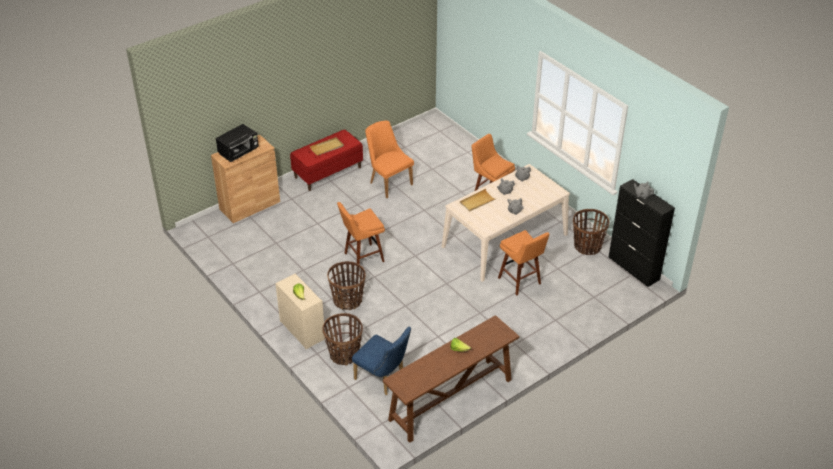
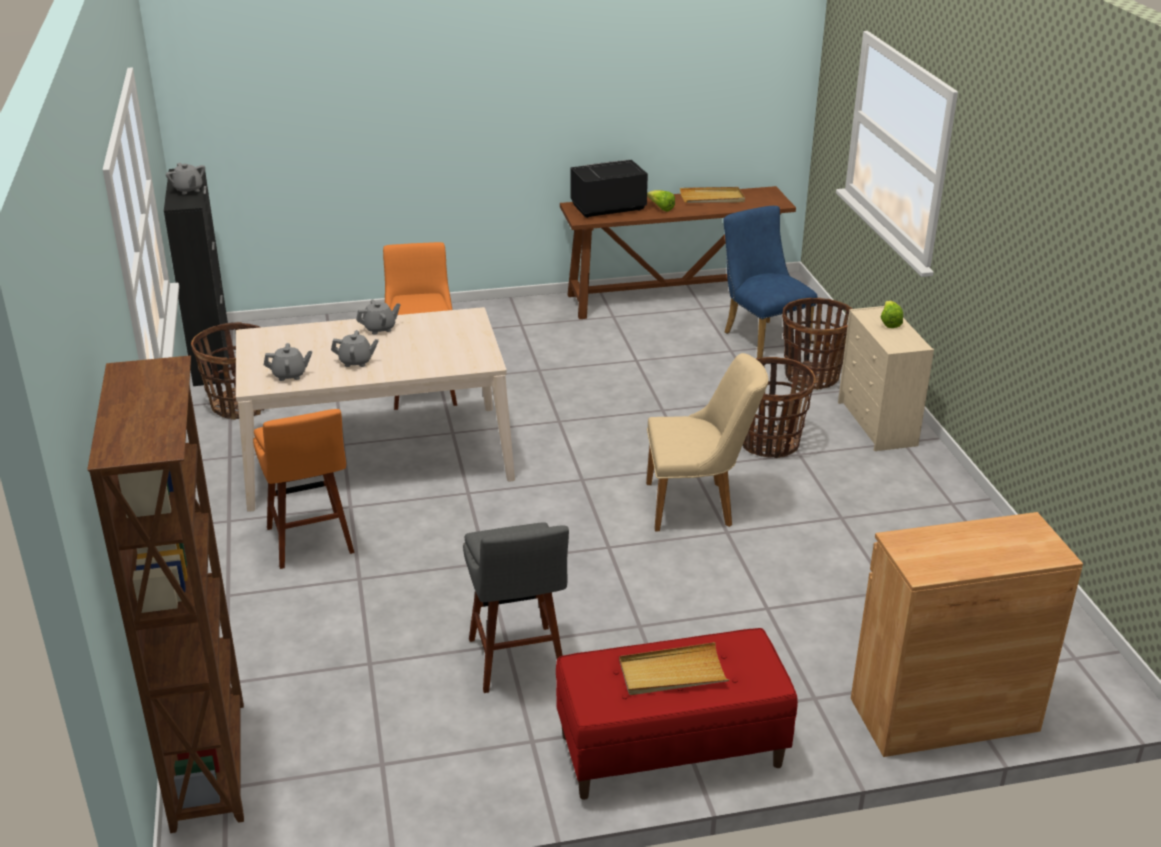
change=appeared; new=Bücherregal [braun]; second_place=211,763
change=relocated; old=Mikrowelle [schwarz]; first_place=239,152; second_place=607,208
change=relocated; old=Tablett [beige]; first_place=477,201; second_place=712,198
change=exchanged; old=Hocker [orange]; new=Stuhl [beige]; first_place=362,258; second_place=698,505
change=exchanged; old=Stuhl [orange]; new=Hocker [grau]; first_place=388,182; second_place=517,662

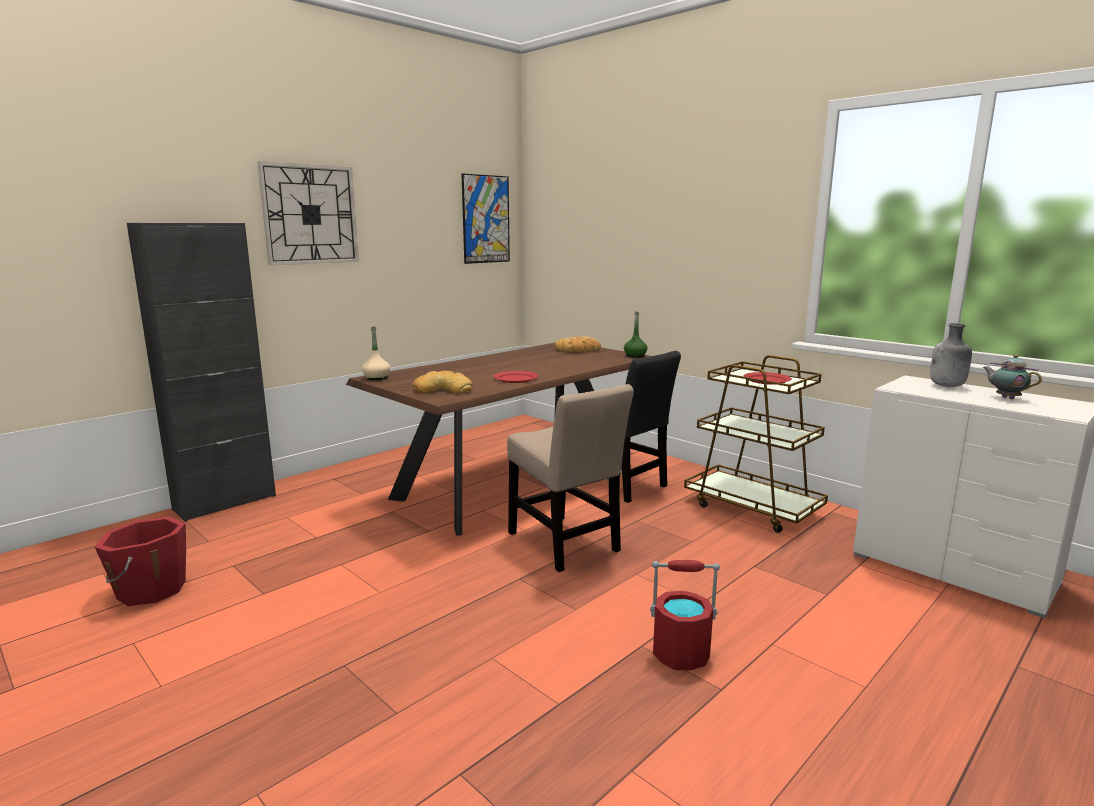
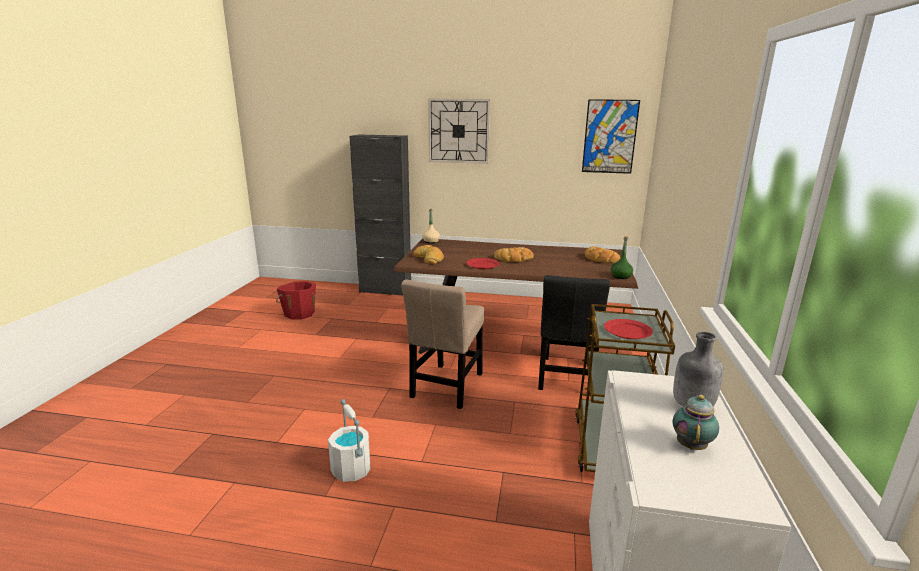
change=appeared; new=Brot; second_place=514,259
change=colour; old=Eimer [rot]; new=Eimer [weiß]; first_place=681,654; second_place=351,469

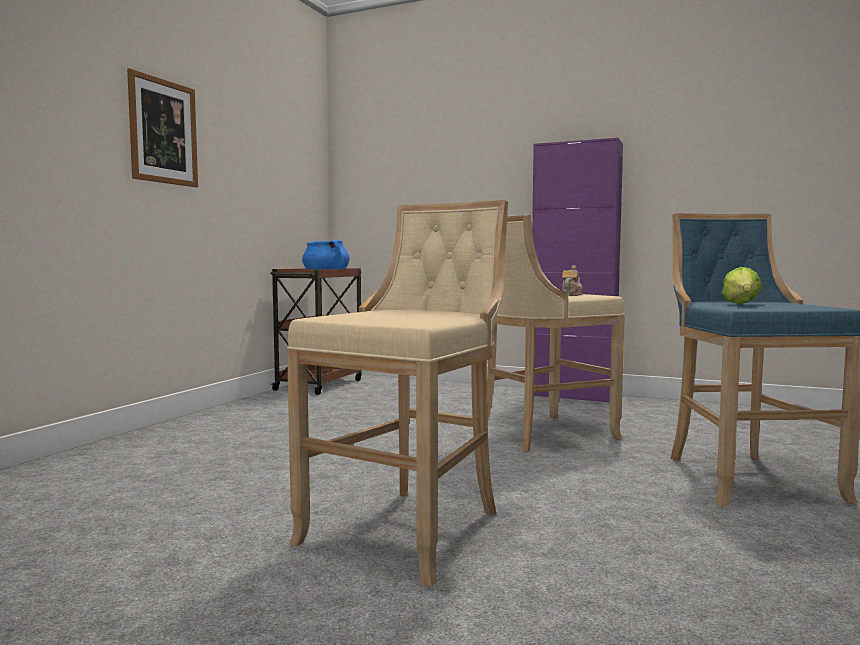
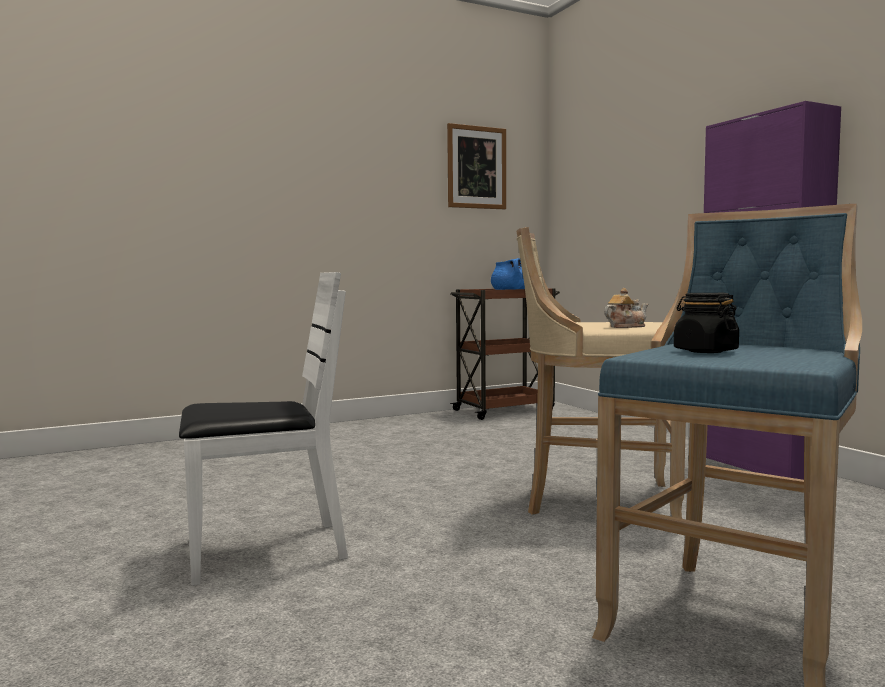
change=relocated; old=Bild; first_place=163,131; second_place=476,167
change=exchanged; old=Hocker [beige]; new=Stuhl [weiß]; first_place=410,528; second_place=265,551
change=exchanged; old=Salatkopf; new=Vorratsglas [schwarz]; first_place=741,304; second_place=705,351

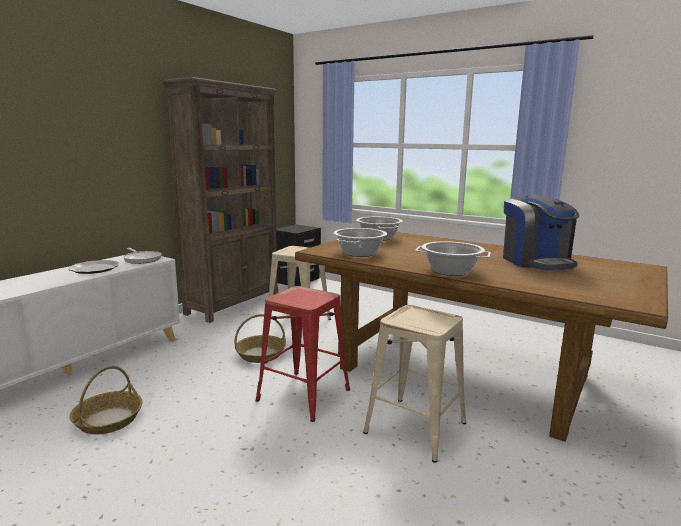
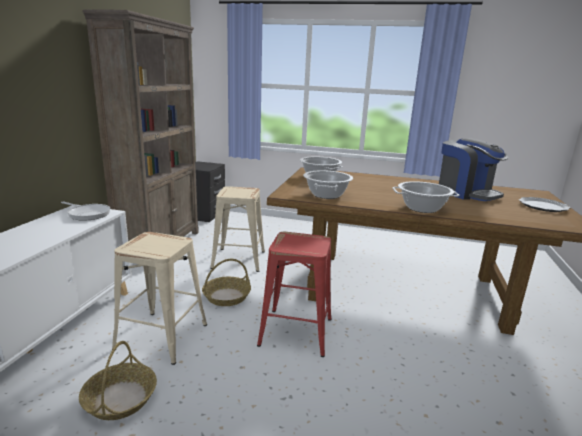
change=relocated; old=Teller; first_place=94,269; second_place=543,206
change=relocated; old=Hocker [beige]; first_place=415,428; second_place=161,337

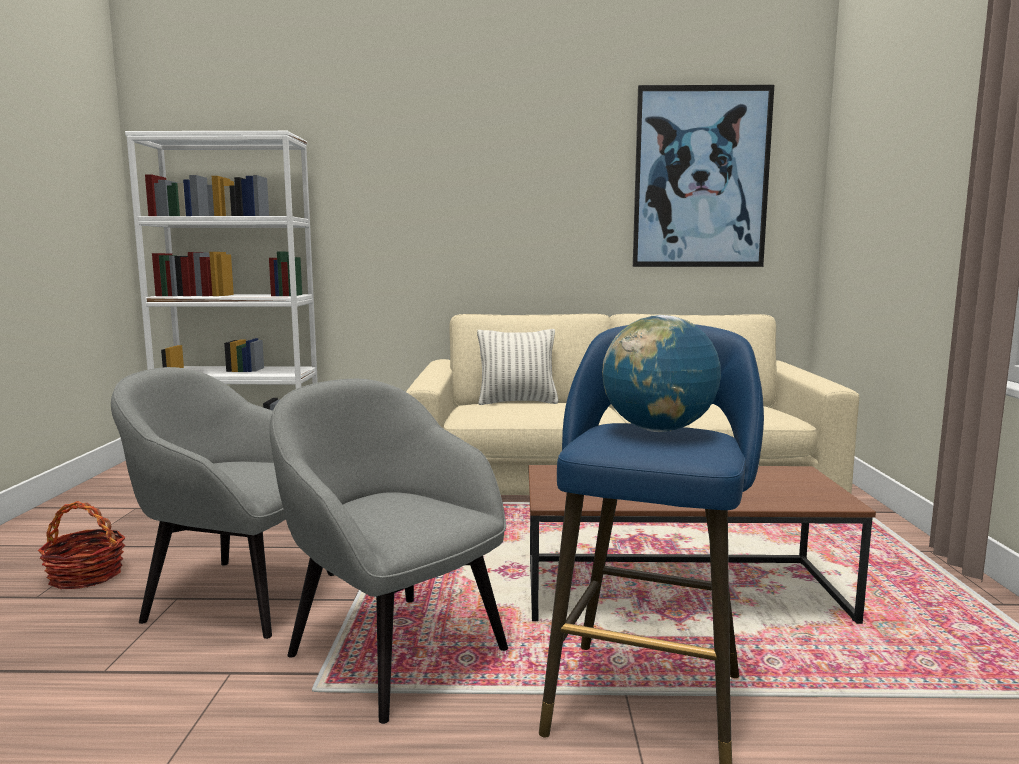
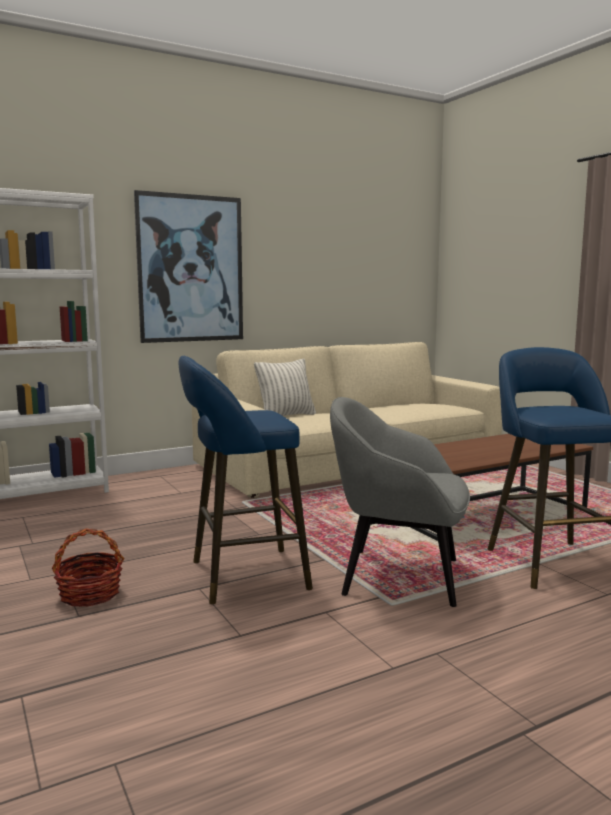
change=missing; old=Globus; first_place=658,430
change=relocated; old=Bild; first_place=701,178; second_place=190,269
change=exchanged; old=Sessel [grau]; new=Hocker [blau]; first_place=238,595; second_place=241,576

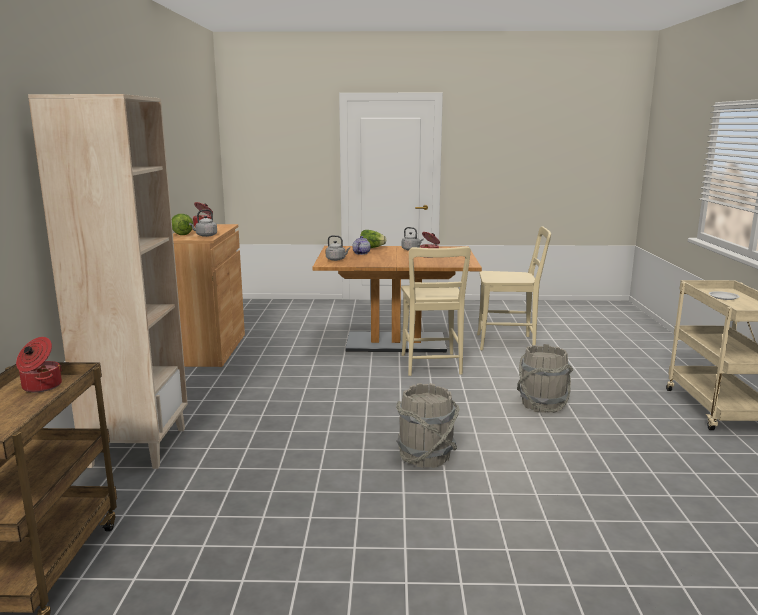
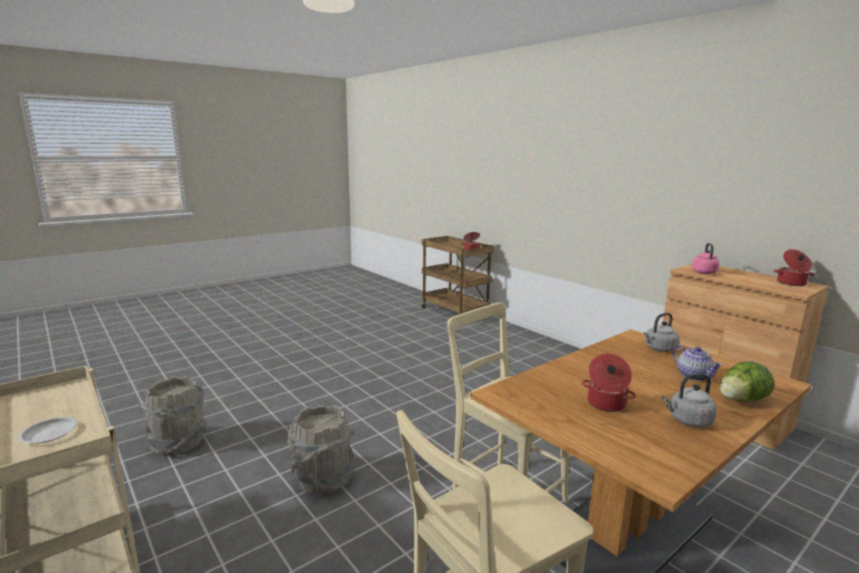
change=missing; old=Bücherregal [beige]; first_place=138,446
change=missing; old=Salatkopf; first_place=181,234
change=relocated; old=Eimer [grau]; first_place=426,456; second_place=179,442
change=colour; old=Wasserkessel [grau]; new=Wasserkessel [rosa]; first_place=205,235; second_place=703,272

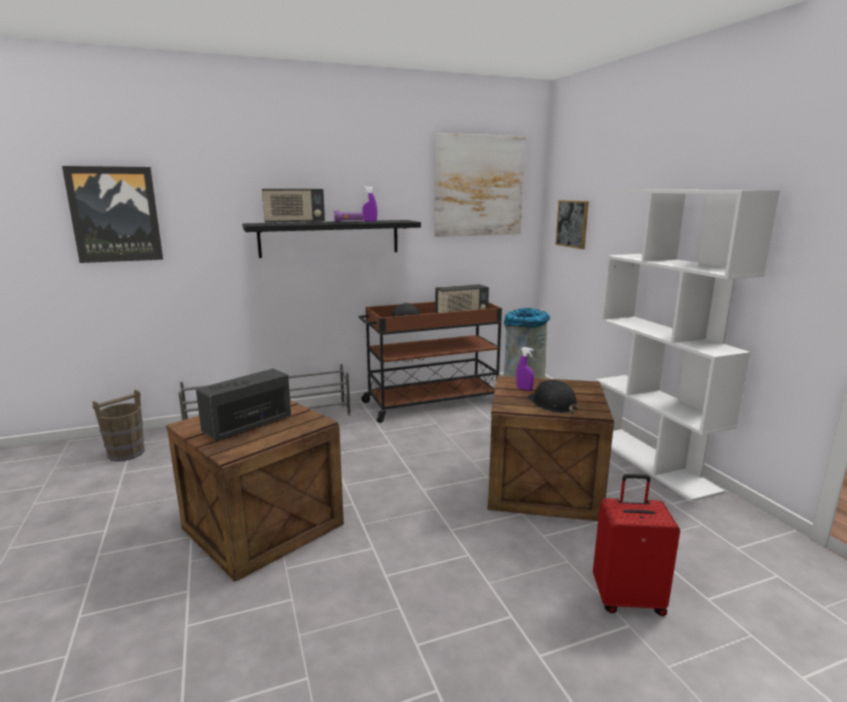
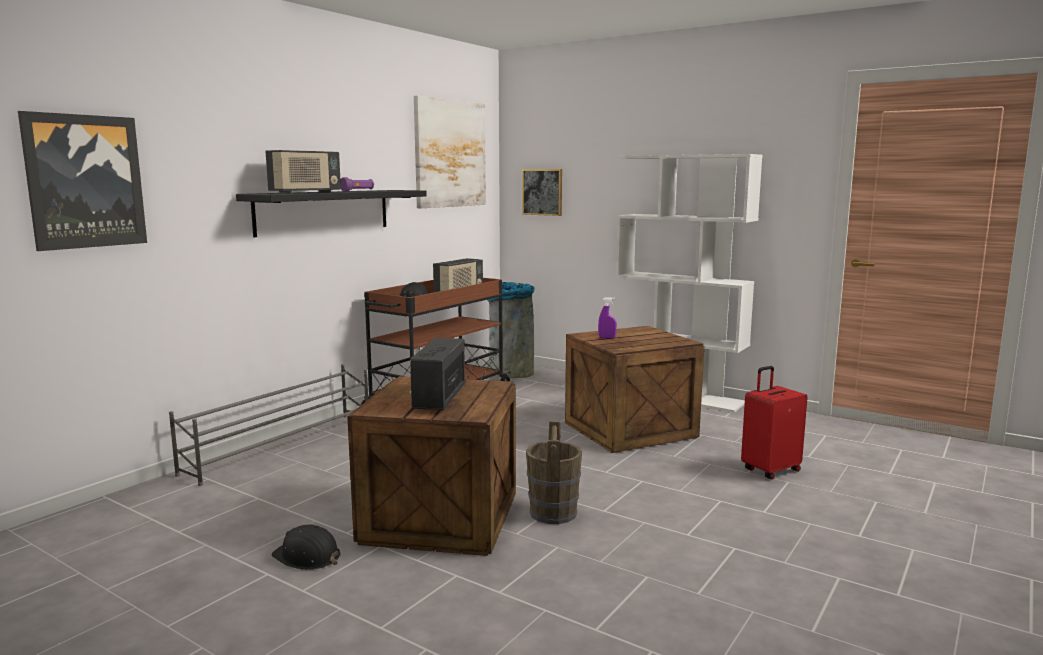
change=missing; old=Sprühflasche [lila]; first_place=370,221
change=relocated; old=Eimer [braun]; first_place=126,453; second_place=553,513
change=relocated; old=Schutzhelm [schwarz]; first_place=552,404; second_place=307,556

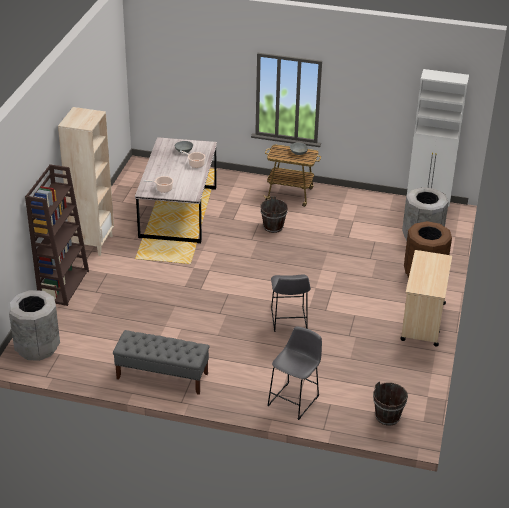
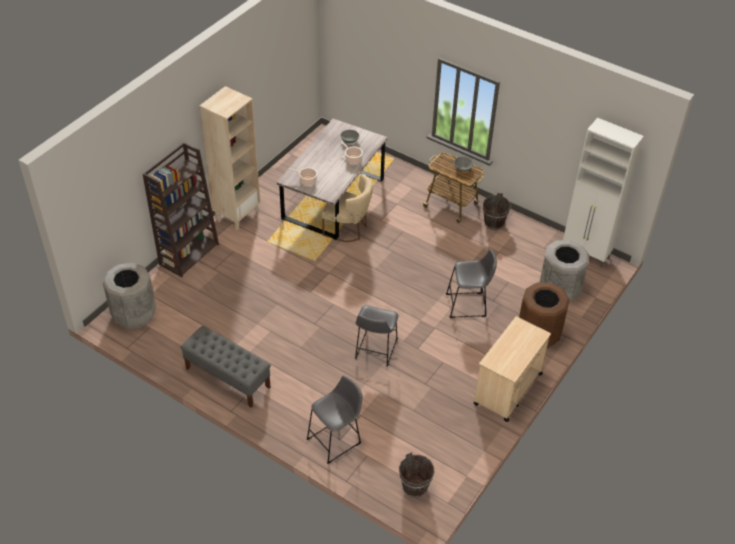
change=appeared; new=Stuhl [beige]; second_place=348,229
change=appeared; new=Hocker [grau]; second_place=468,305
change=relocated; old=Eimer [braun]; first_place=273,227; second_place=494,223

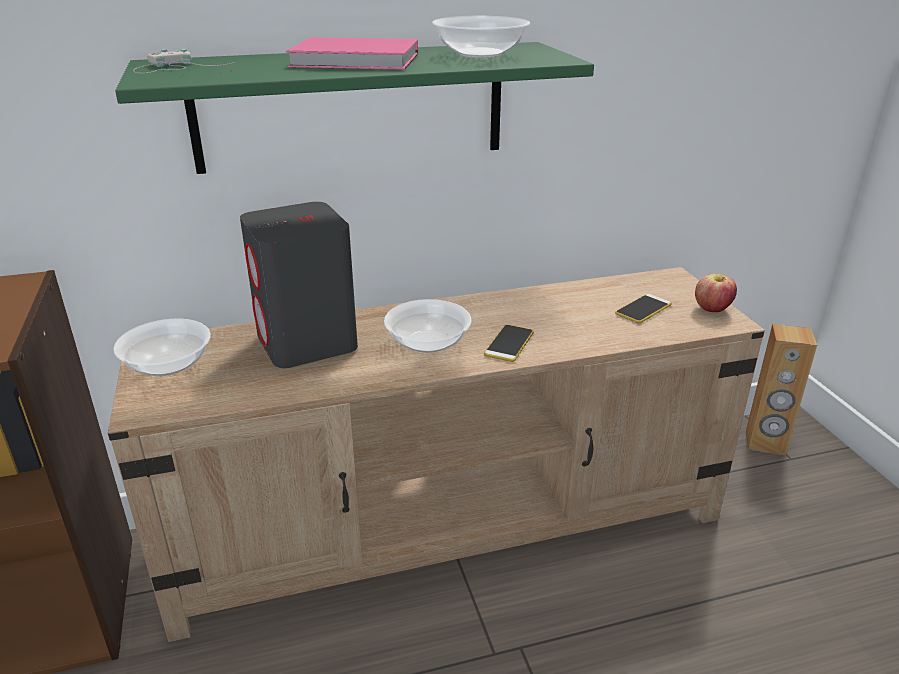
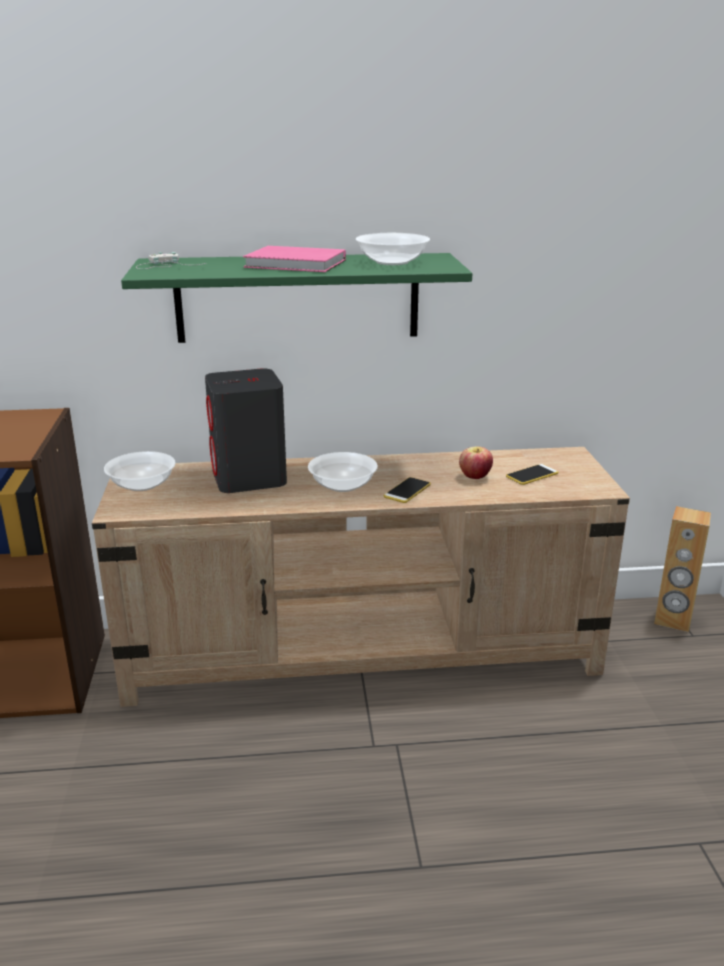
change=relocated; old=Apfel; first_place=712,309; second_place=475,477

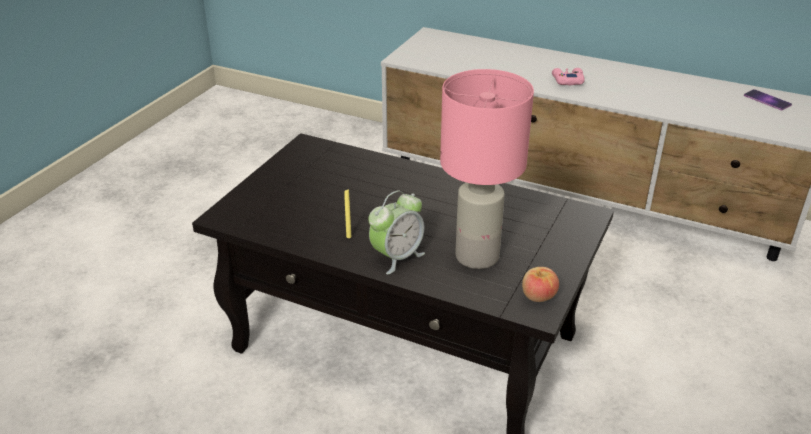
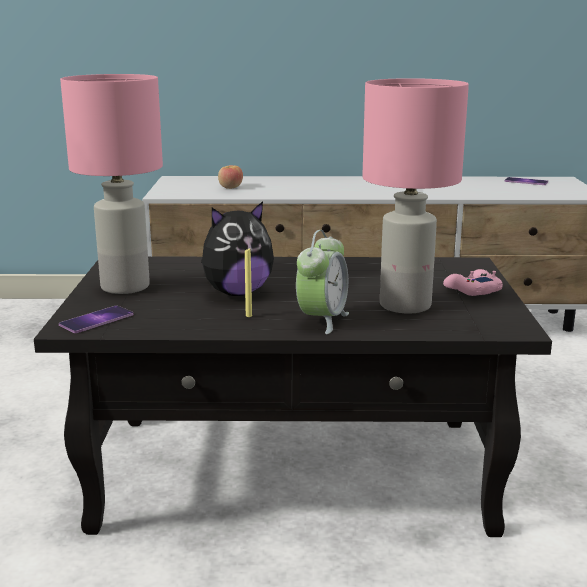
change=appeared; new=Handy; second_place=96,319
change=appeared; new=Tischlampe [rosa]; second_place=124,287
change=appeared; new=Plüschtier; second_place=237,292
change=relocated; old=Apfel; first_place=538,297; second_place=230,187
change=relocated; old=Gamepad [rosa]; first_place=567,80; second_place=472,290

